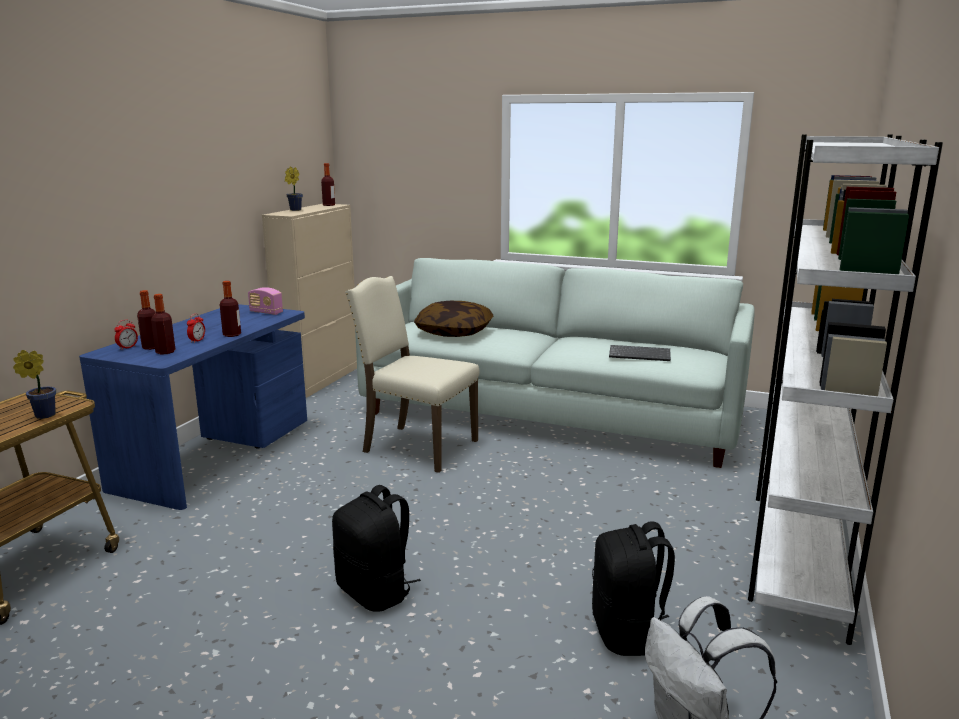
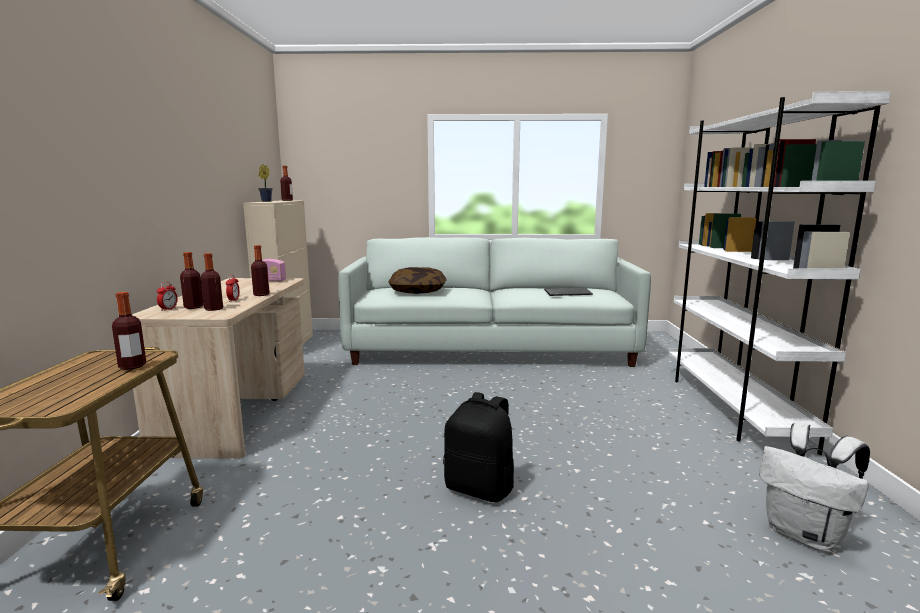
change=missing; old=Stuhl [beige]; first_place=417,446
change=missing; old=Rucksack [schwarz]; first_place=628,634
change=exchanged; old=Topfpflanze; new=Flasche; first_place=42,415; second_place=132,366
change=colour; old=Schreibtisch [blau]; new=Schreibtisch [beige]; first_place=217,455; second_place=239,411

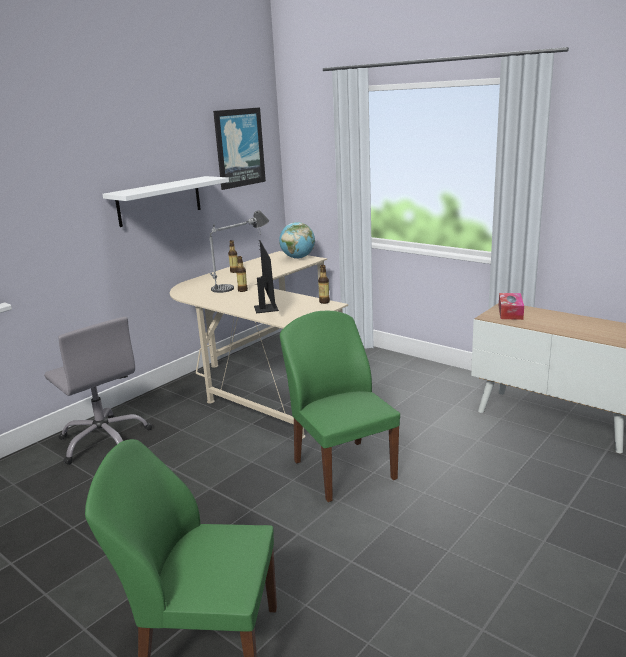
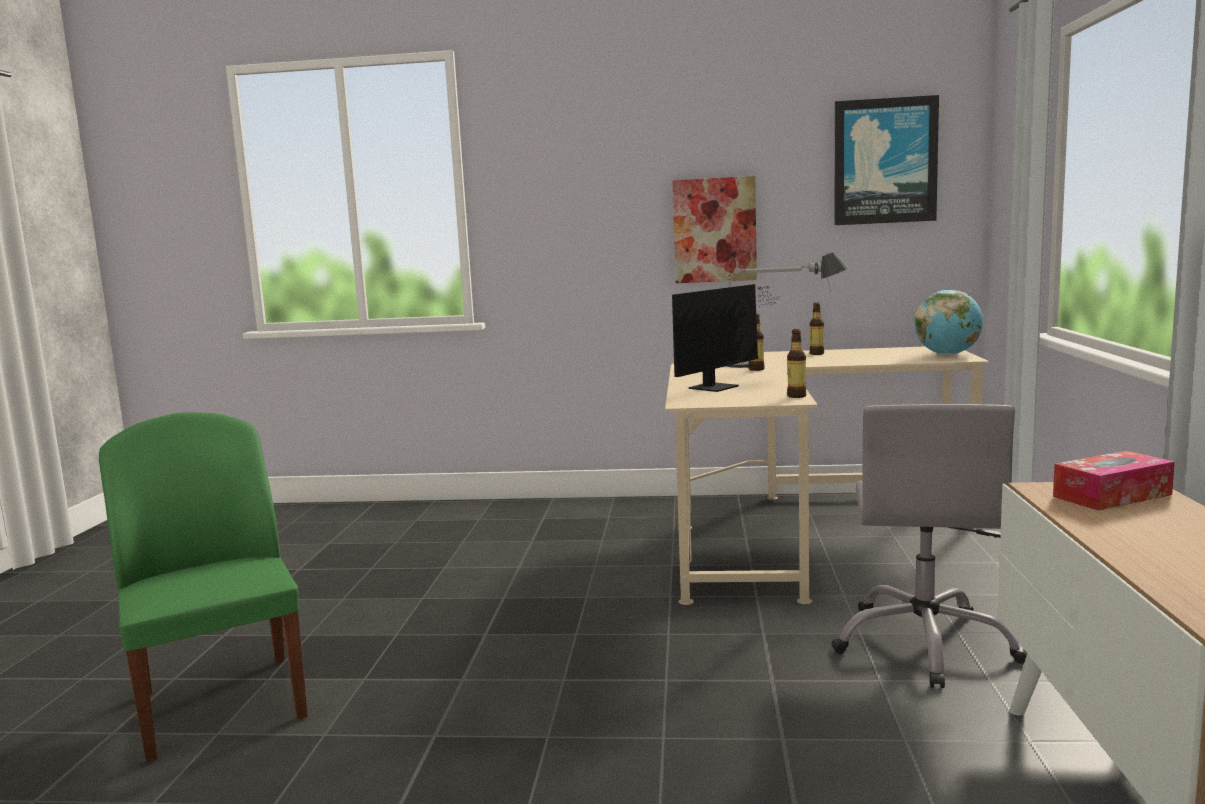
change=missing; old=Stuhl [grün]; first_place=343,468
change=relocated; old=Bürostuhl [grau]; first_place=104,440; second_place=925,644
change=exchanged; old=Wandregal [weiß]; new=Bild; first_place=159,201; second_place=714,230

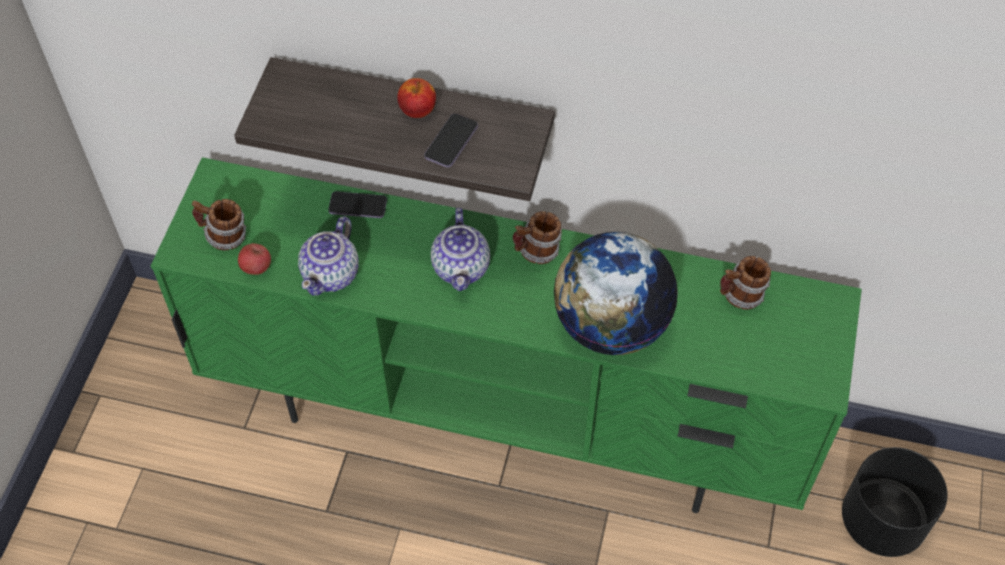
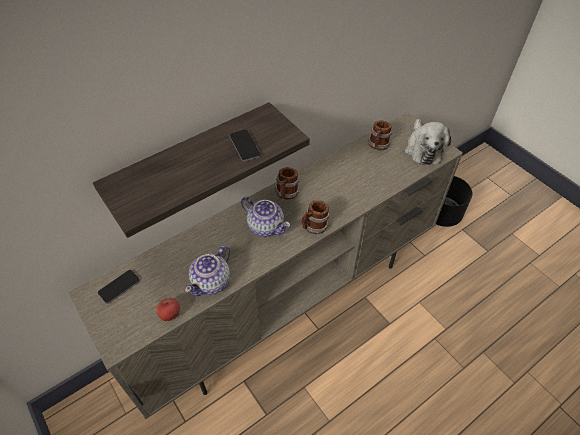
change=missing; old=Apfel; first_place=417,110
change=missing; old=Globus; first_place=610,325
change=appeared; new=Plüschtier; second_place=423,148
change=relocated; old=Henkelbecher; first_place=224,237; second_place=314,227
change=relocated; old=Handy; first_place=358,206; second_place=119,287
change=colour; old=Fernsehschrank [grün]; new=Fernsehschrank [beige]; first_place=506,419; second_place=289,302
change=spun; old=Teekanne; first_place=331,274; second_place=212,282; degrees=60

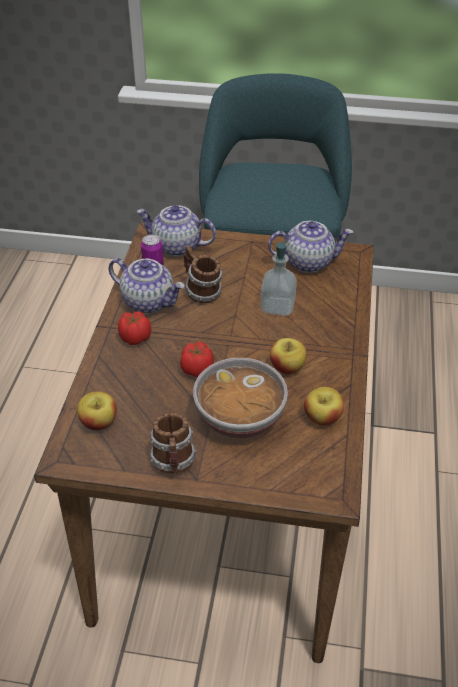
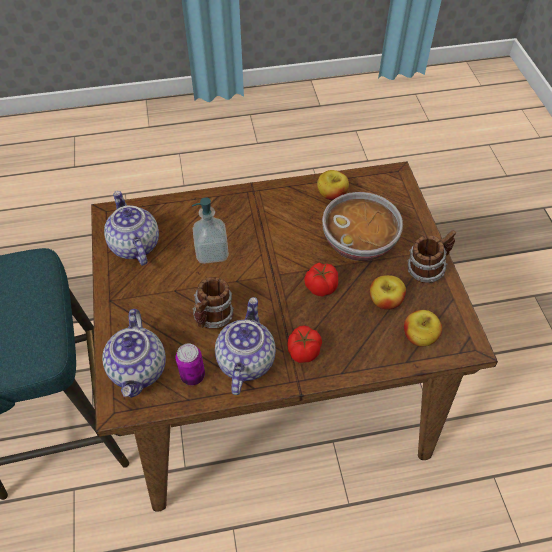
change=relocated; old=Apfel; first_place=287,367; second_place=385,301

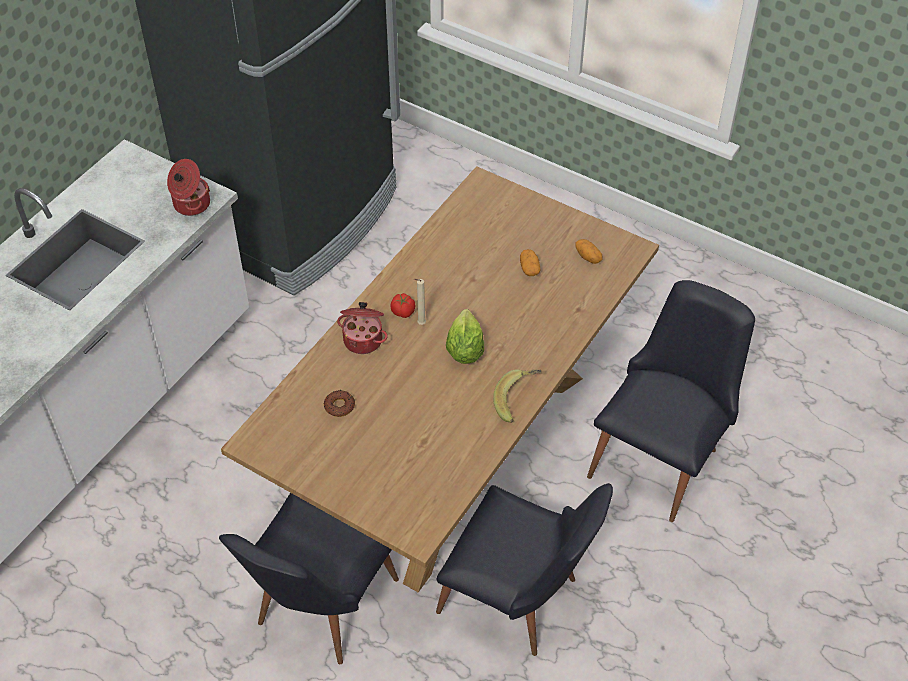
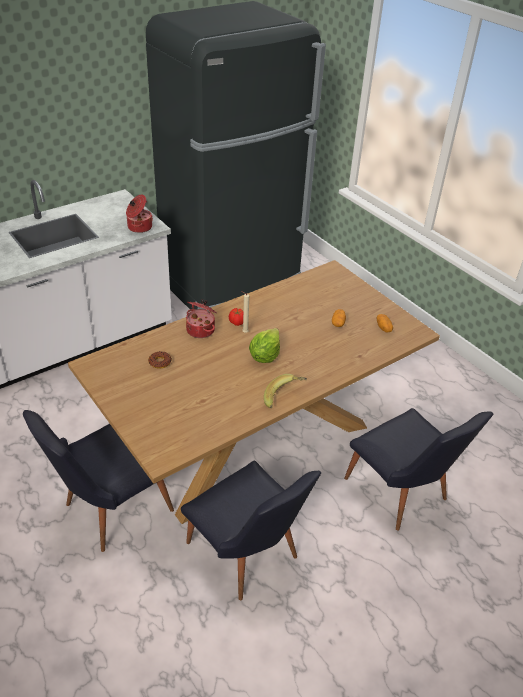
change=spun; old=Stuhl [schwarz]; first_place=661,455; second_place=401,495; degrees=90

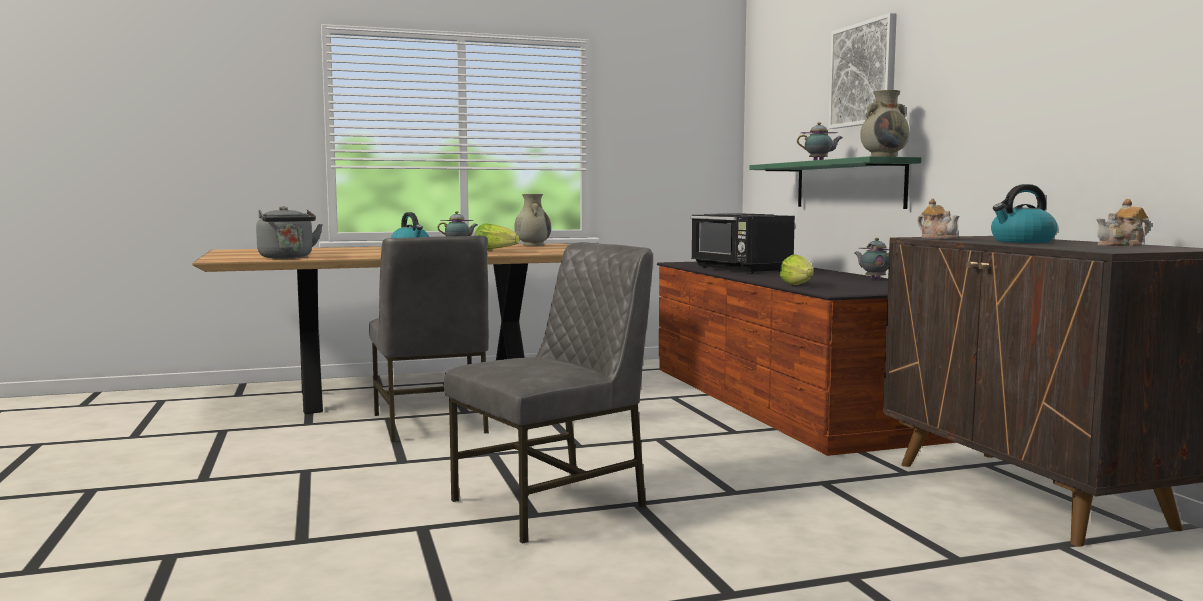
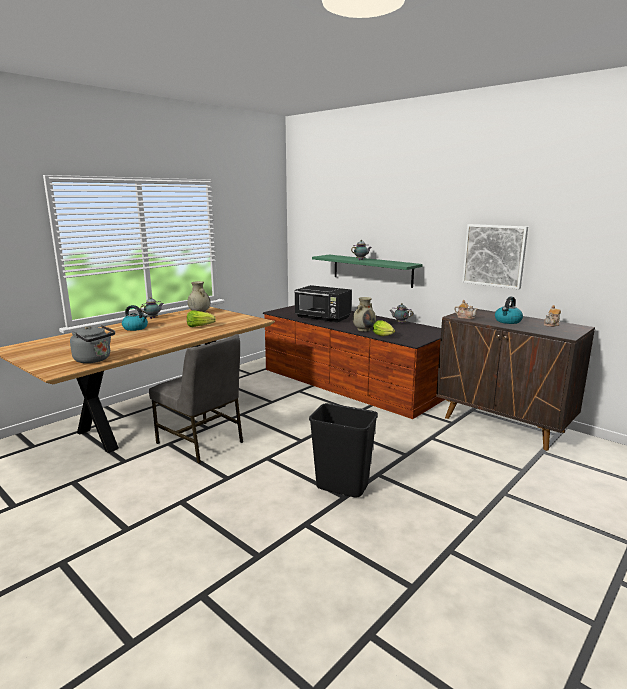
change=relocated; old=Bild; first_place=863,74; second_place=494,255
change=relocated; old=Vase [beige]; first_place=884,157; second_place=364,329
change=exchanged; old=Stuhl [grau]; new=Mülleimer [schwarz]; first_place=553,503; second_place=343,486

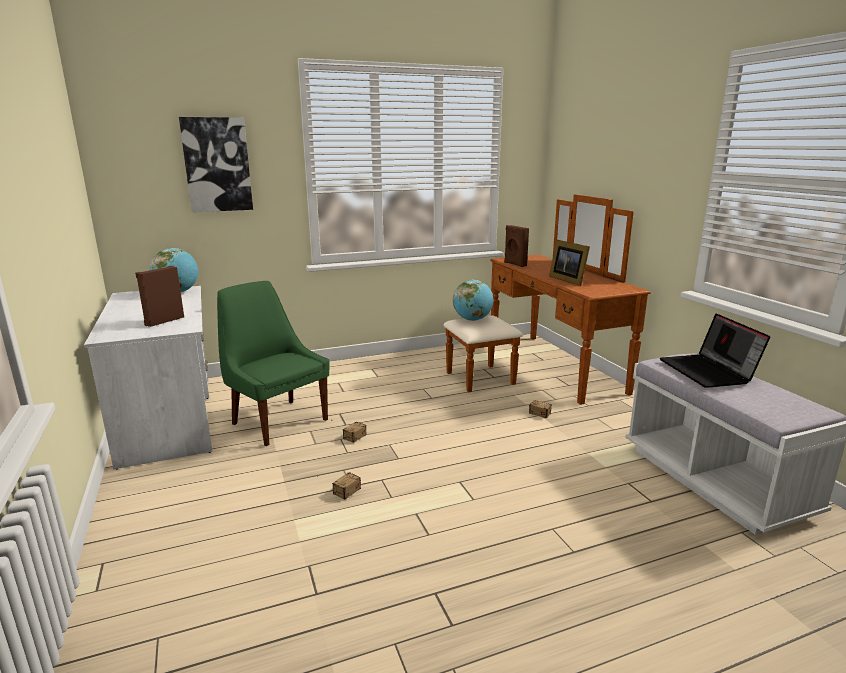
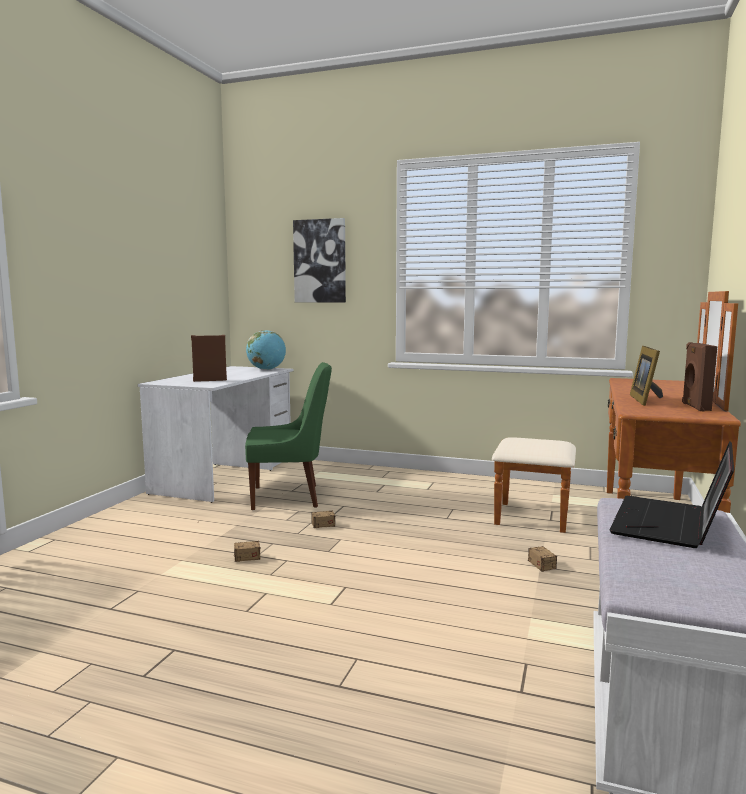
change=missing; old=Globus; first_place=472,320
change=relocated; old=Lautsprecher [braun]; first_place=514,264; second_place=695,407
change=spun; old=Stuhl [grün]; first_place=278,421; second_place=289,497; degrees=90

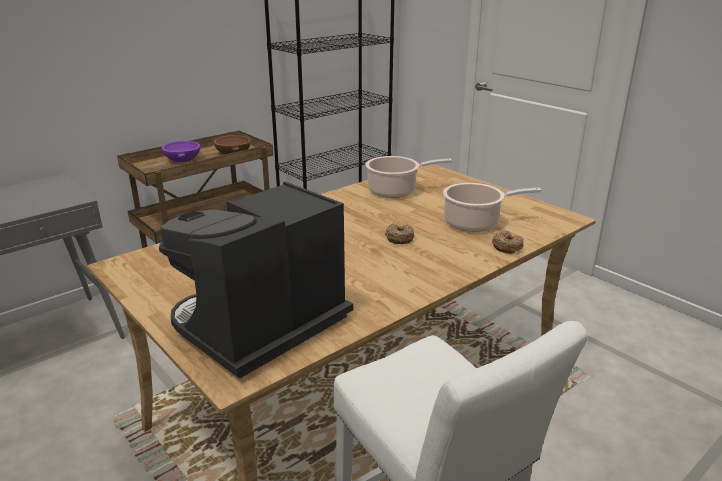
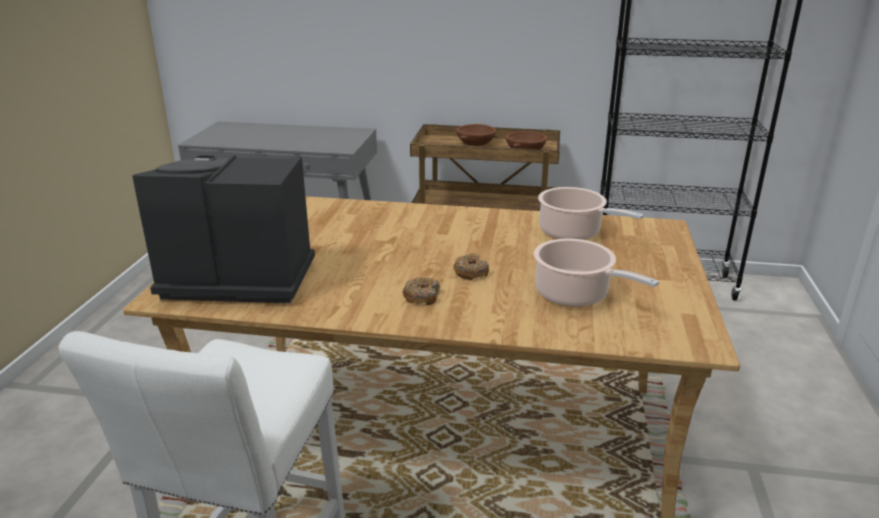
change=relocated; old=Donut; first_place=507,247; second_place=421,297
change=colour; old=Schüssel [lila]; new=Schüssel [braun]; first_place=182,159; second_place=475,143

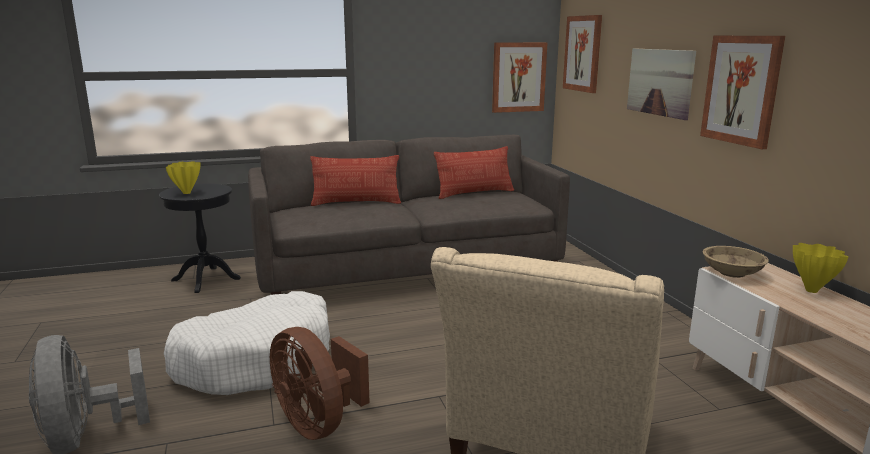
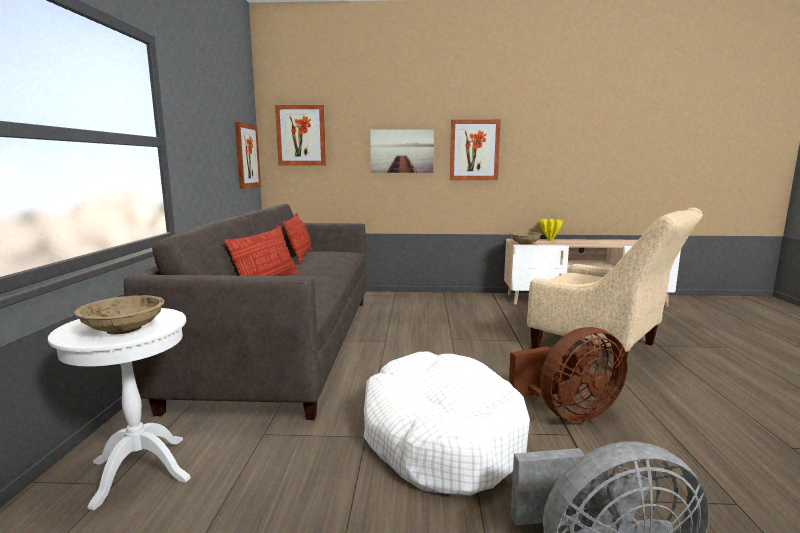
change=exchanged; old=Vase [gelb]; new=Schüssel [beige]; first_place=187,193; second_place=124,329
change=colour; old=Beistelltisch [schwarz]; new=Beistelltisch [weiß]; first_place=206,279; second_place=140,470

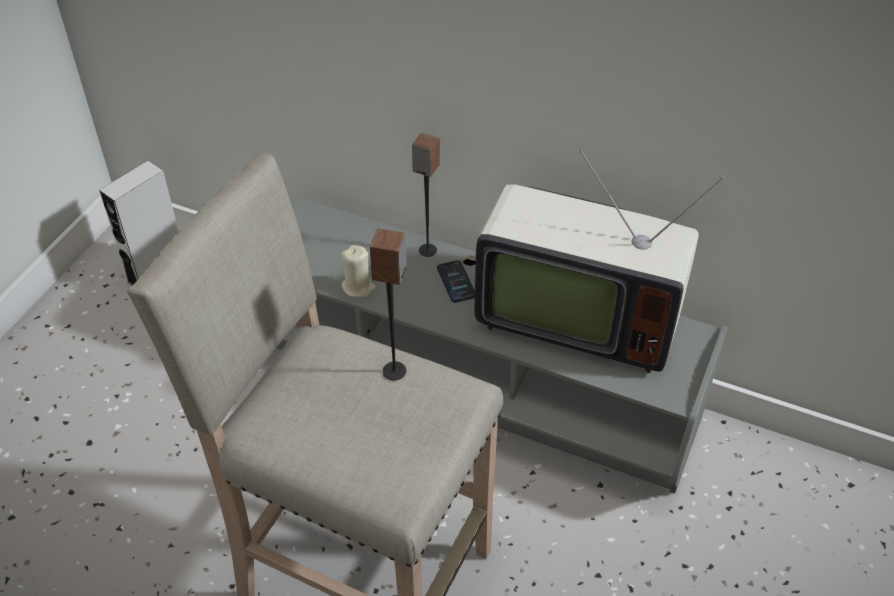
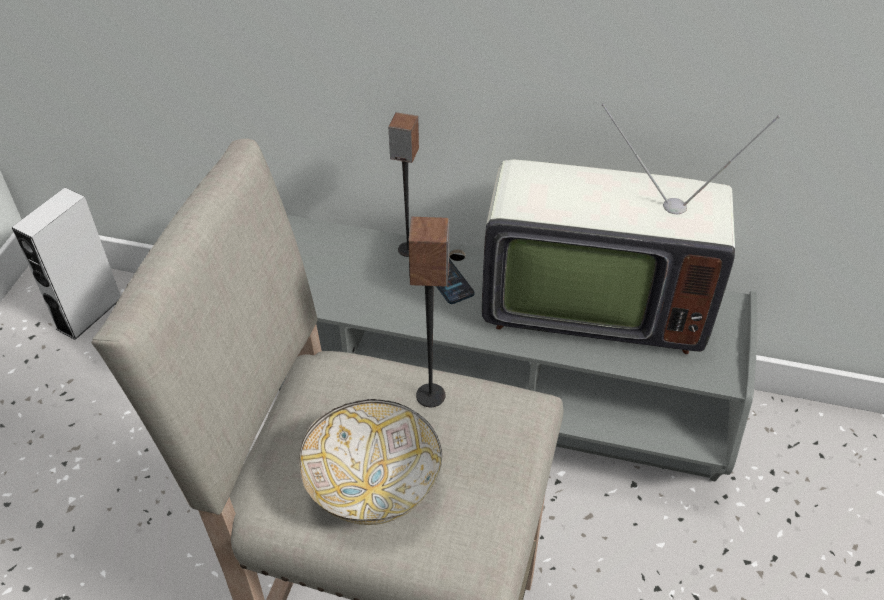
change=missing; old=Kerze [beige]; first_place=358,287
change=appeared; new=Schüssel; second_place=373,487

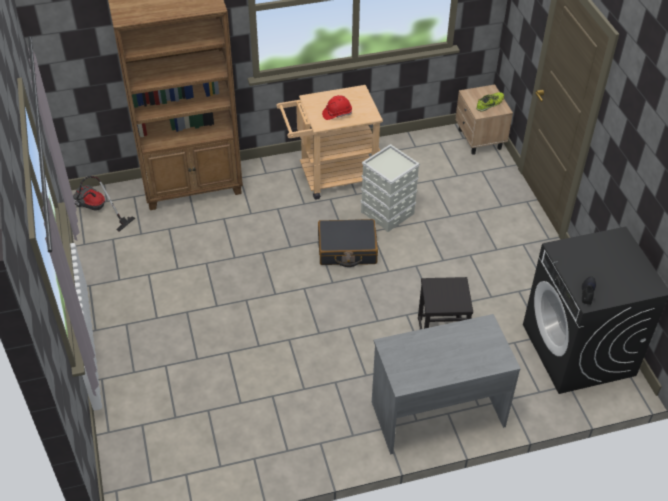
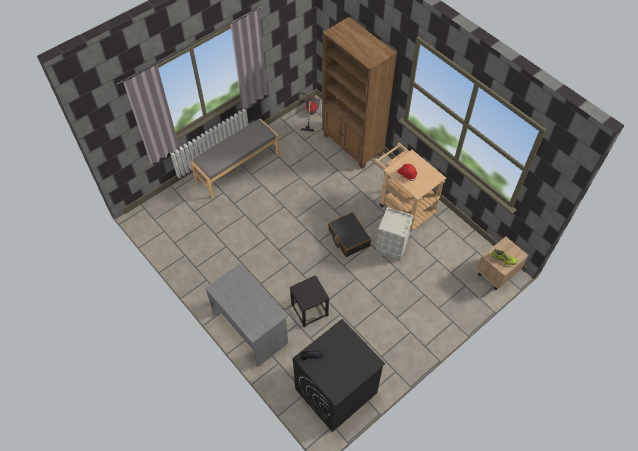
change=appeared; new=Bank [grau]; second_place=237,167

